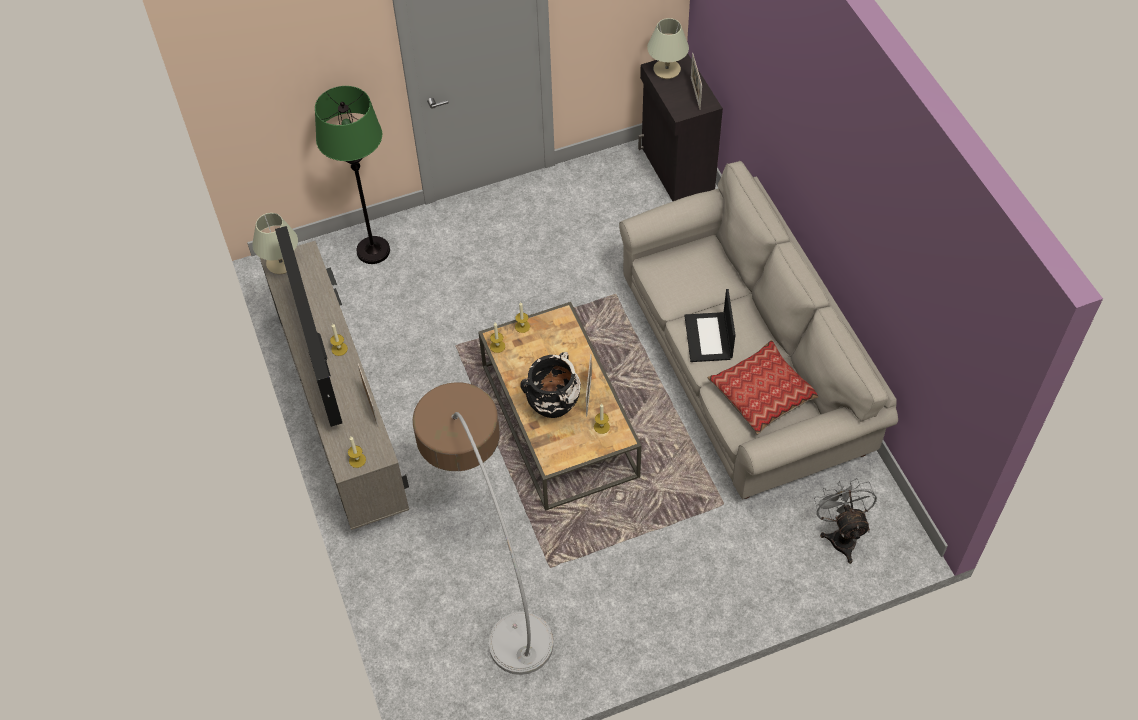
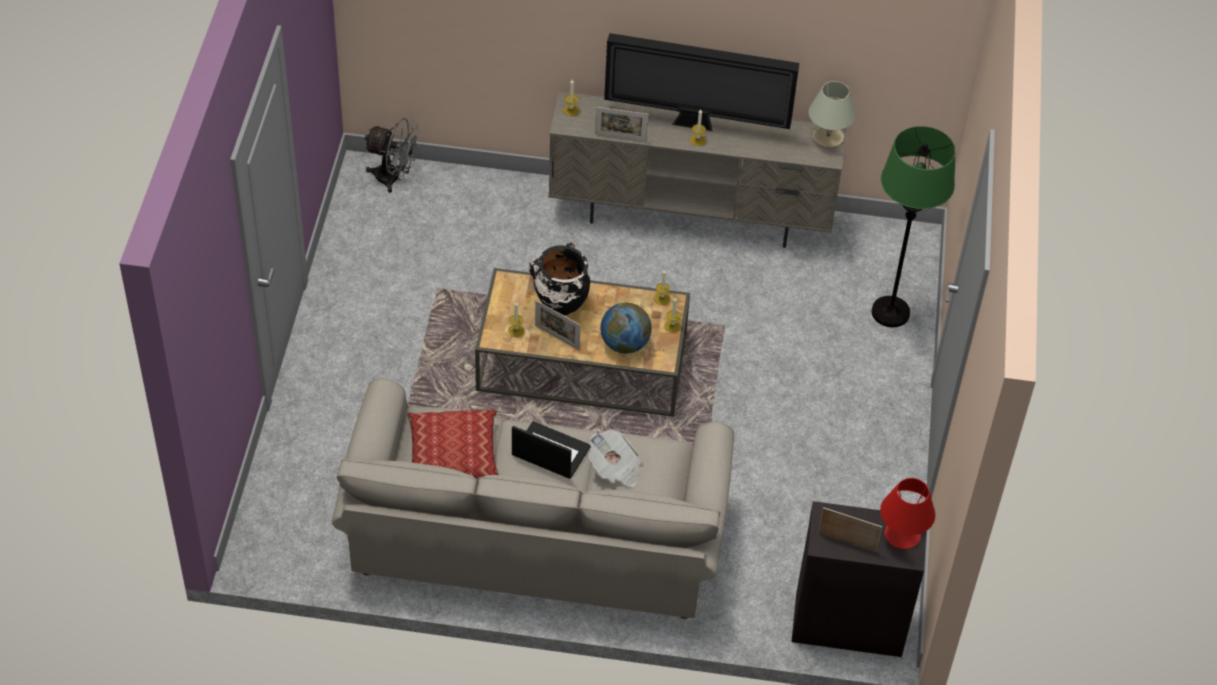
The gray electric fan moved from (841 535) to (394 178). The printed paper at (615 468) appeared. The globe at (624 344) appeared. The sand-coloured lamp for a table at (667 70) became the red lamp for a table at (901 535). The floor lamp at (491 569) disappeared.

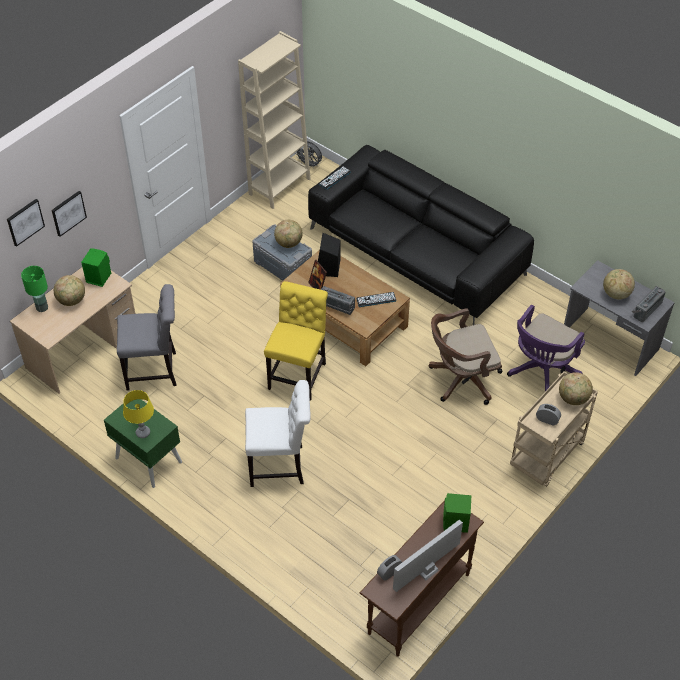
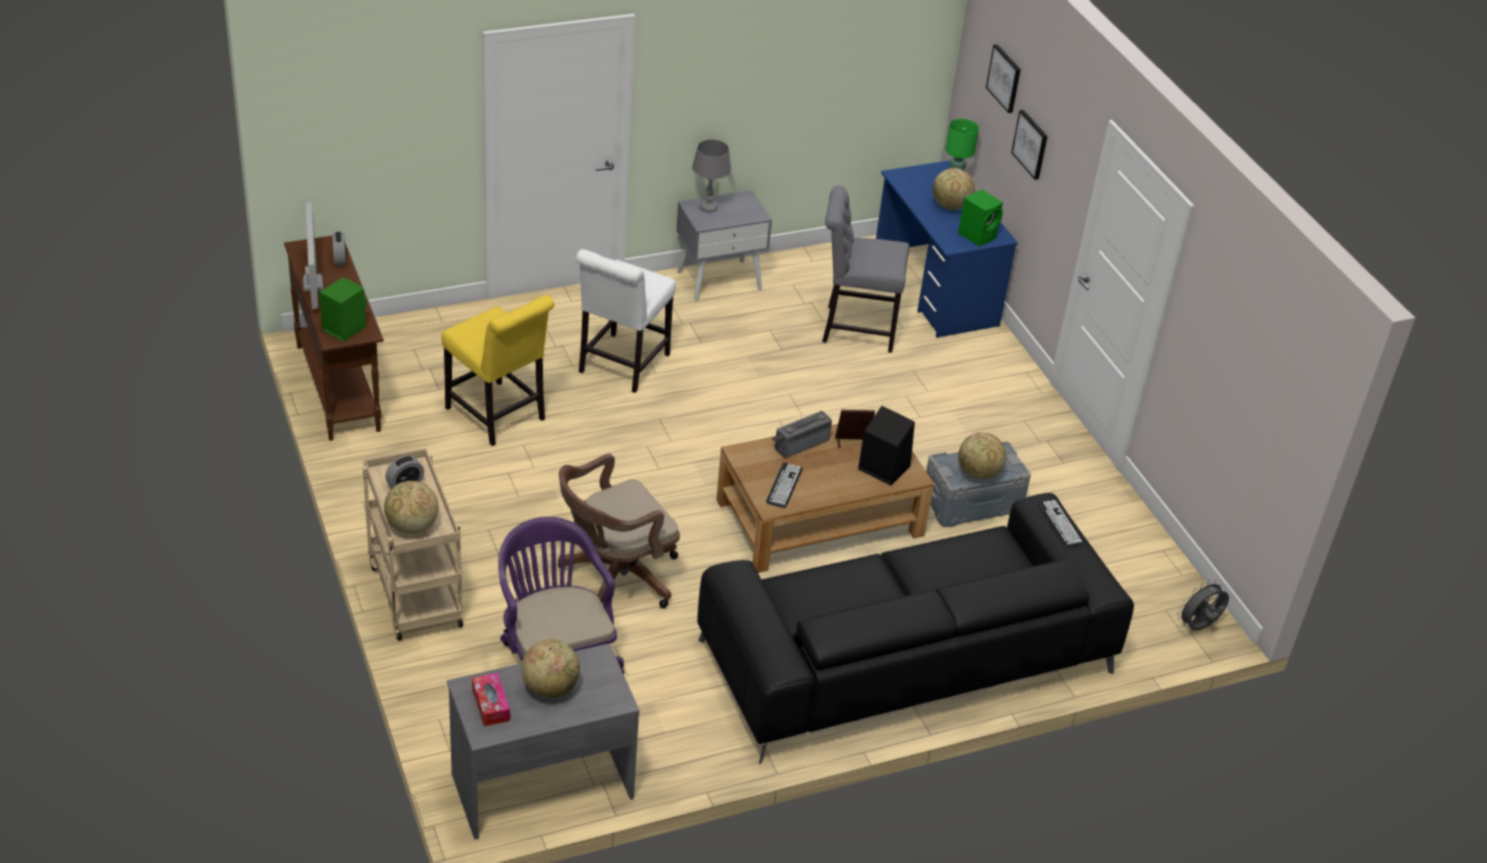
The yellow plain chair moved from (298 374) to (498 417). The radio set at (645 309) was replaced by the tissue holder at (490 705). The brown office chair at (461 380) turned 135 degrees counterclockwise. The green night table at (148 460) became the gray night table at (719 280). The yellow lamp for a table at (143 433) became the gray lamp for a table at (708 207). The gray plain chair at (155 371) turned 75 degrees clockwise. The sand-coloured desk table at (83 349) became the blue desk table at (935 289). The sand-coloured shelving unit at (279 186) disappeared.

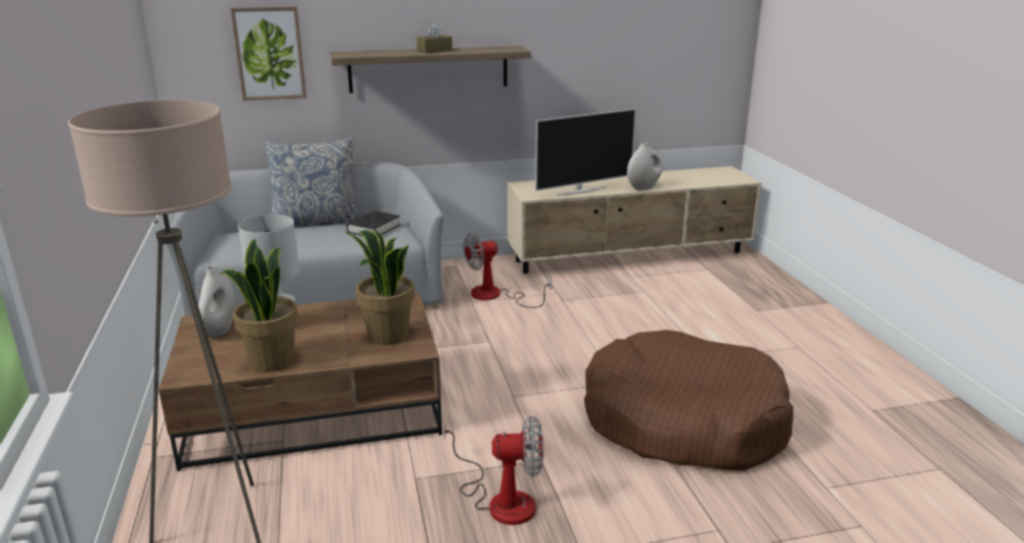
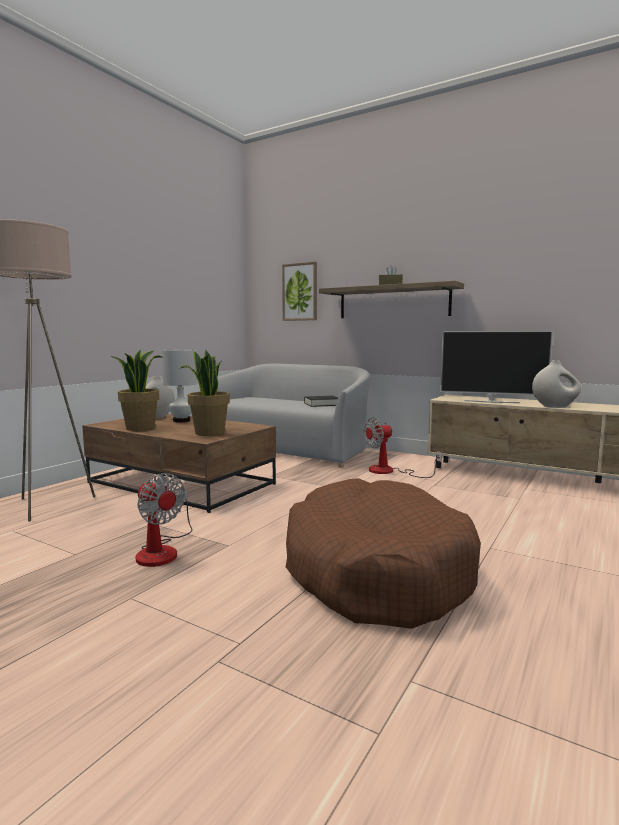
The electric fan at (496 296) turned 45 degrees counterclockwise. The pillow at (316 221) disappeared.

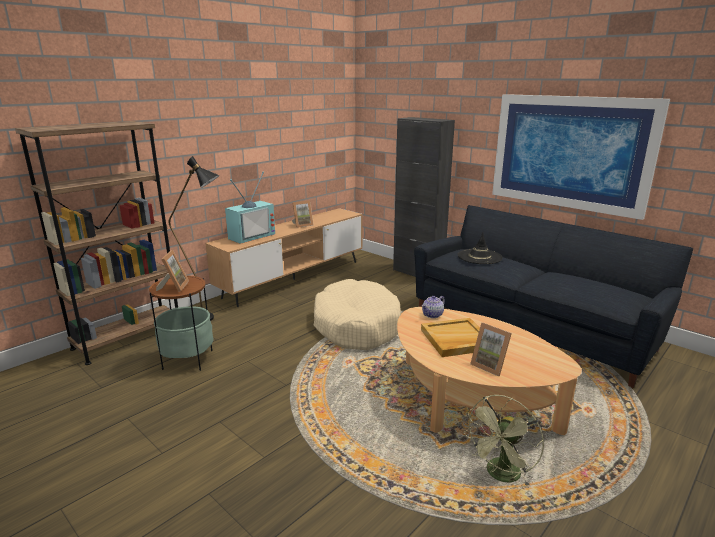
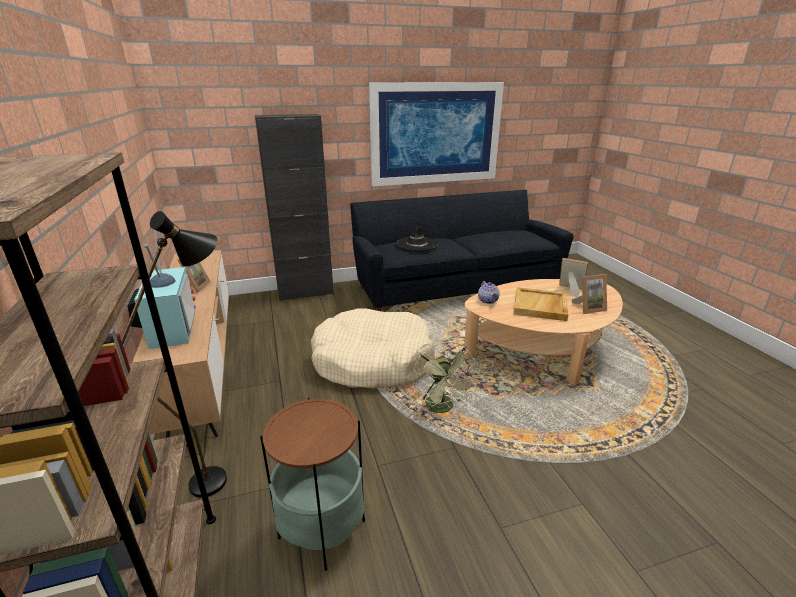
The green electric fan moved from (501 476) to (443 408). The photo frame moved from (174 287) to (569 289).

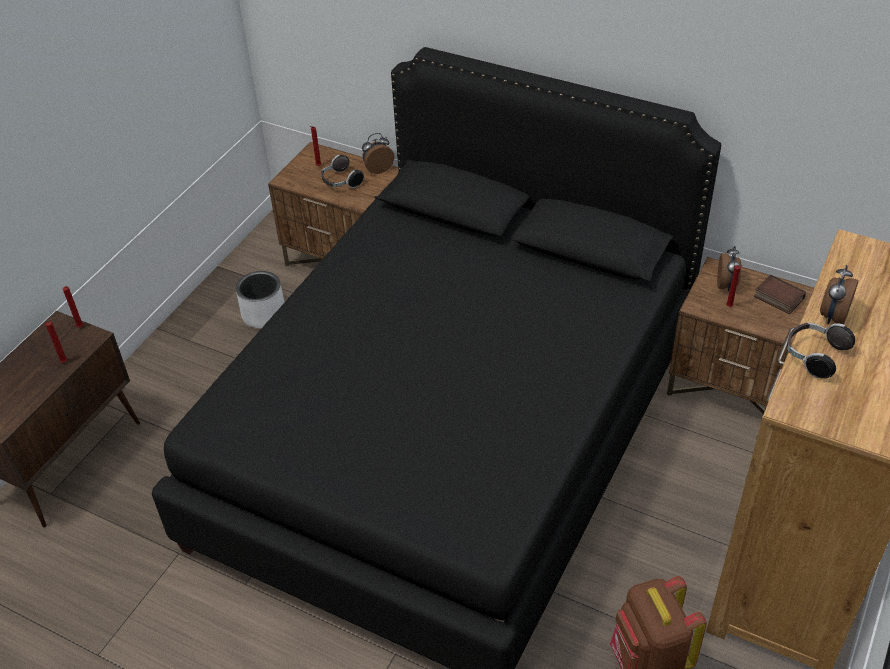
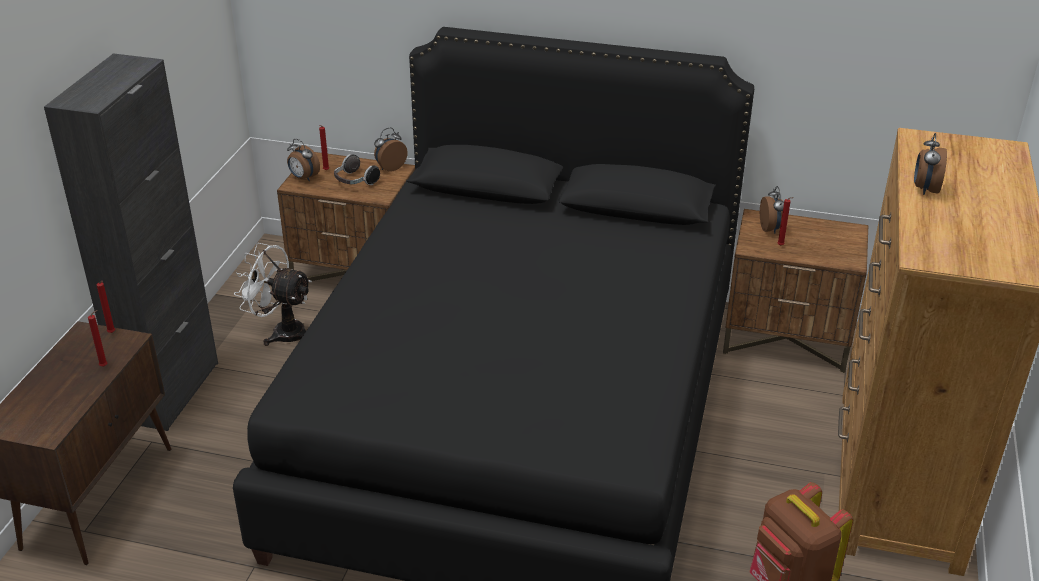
The black storage cabinet at (171 392) appeared. The white-coloured flower pot at (264 314) was replaced by the white-coloured electric fan at (281 332). The alarm clock at (303 178) appeared. The bound book at (777 298) disappeared. The headphones at (814 356) disappeared.

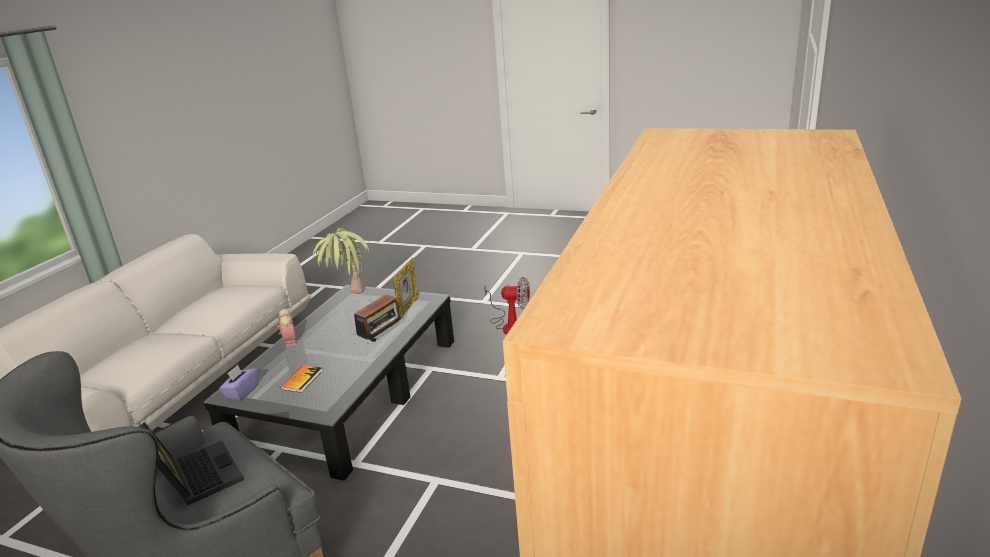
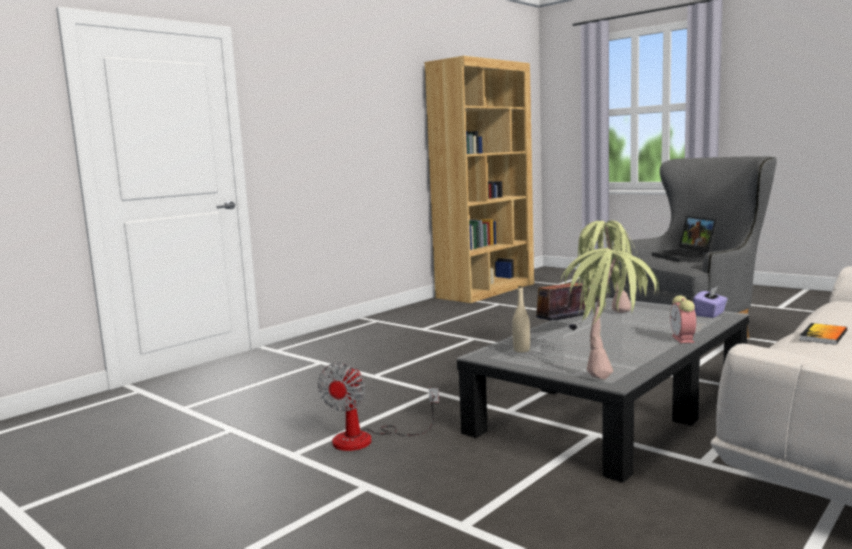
The electric fan at (510 325) turned 105 degrees counterclockwise. The photo frame at (408 308) was replaced by the sand-coloured drink bottle at (521 350). The plant in a pot at (604 309) appeared. The bound book moved from (302 379) to (823 335).

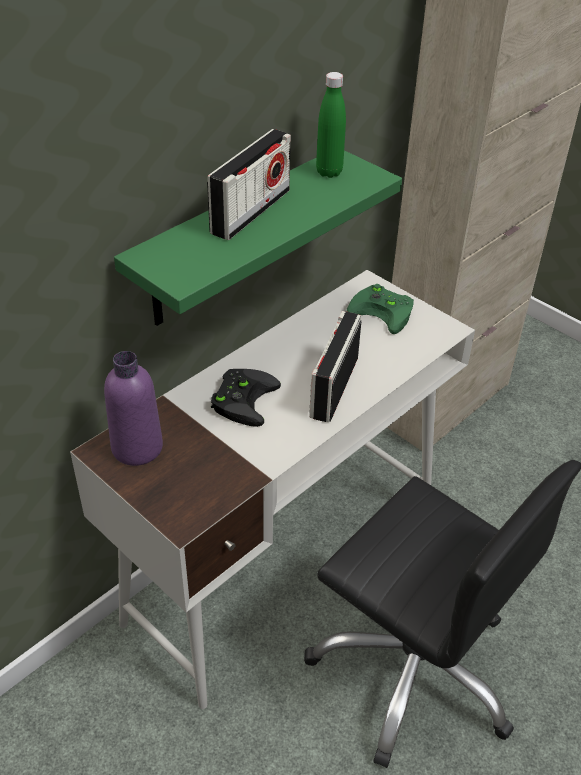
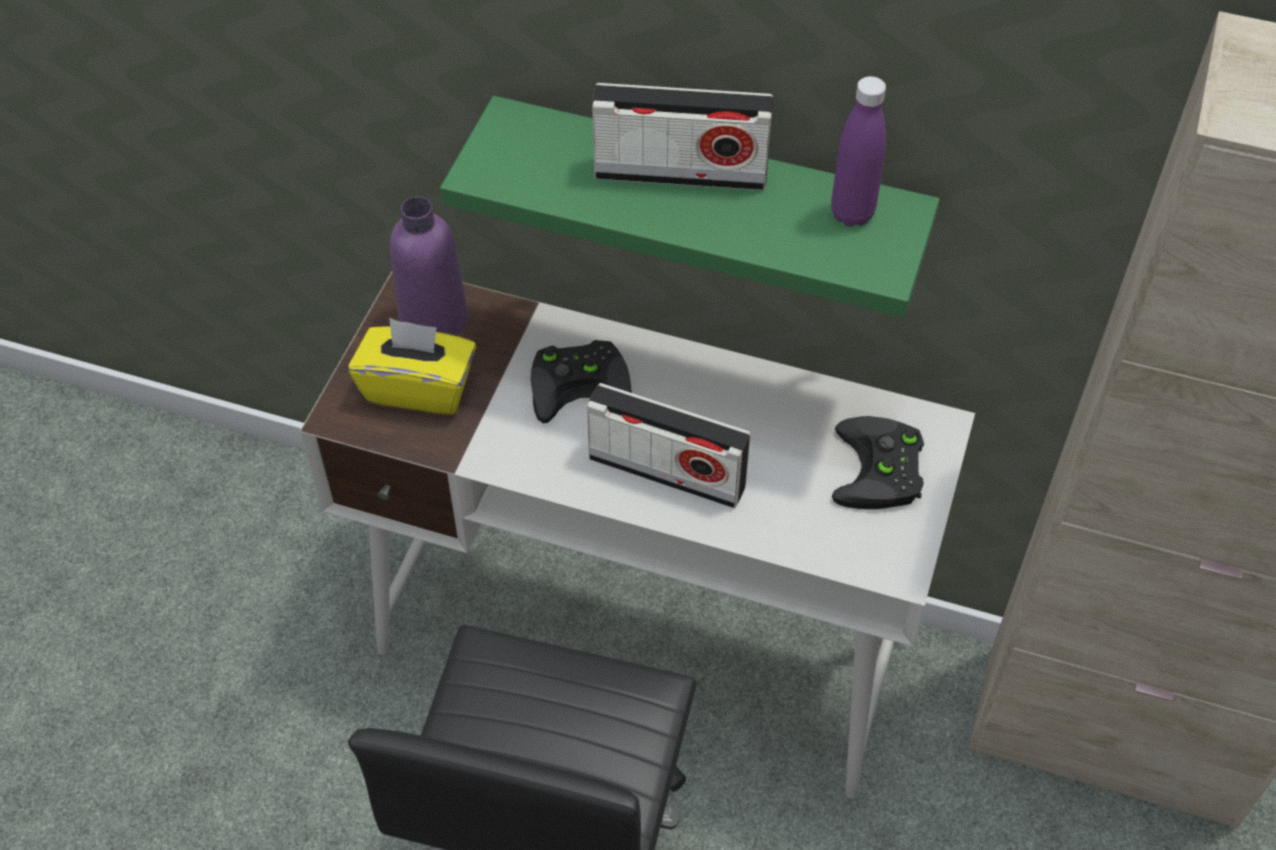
The yellow tissue holder at (419 388) appeared. The radio set at (334 387) turned 150 degrees counterclockwise. The green drink bottle at (329 172) became the purple drink bottle at (852 214). The green game controller at (384 312) became the black game controller at (881 472).

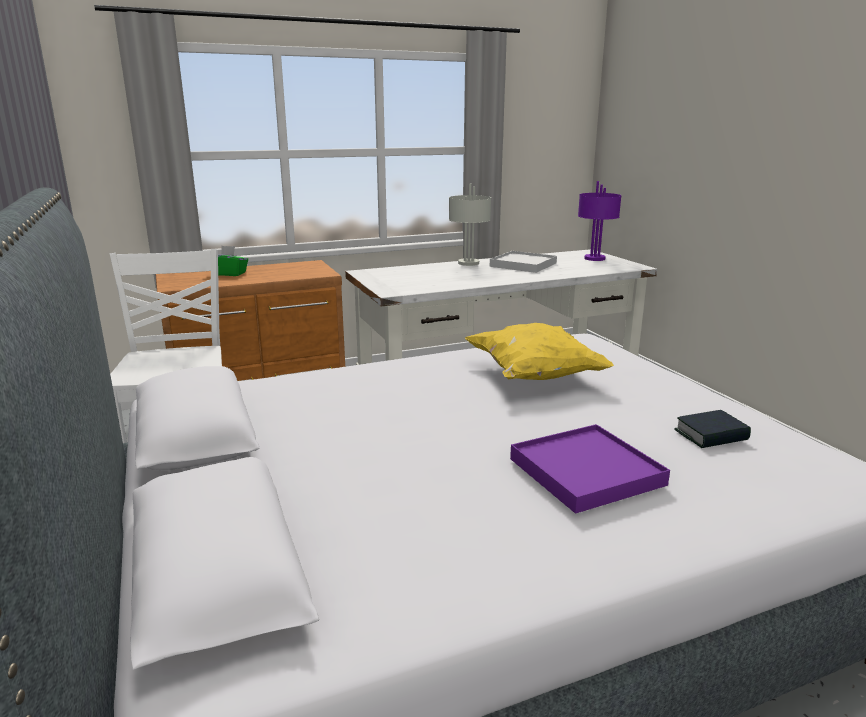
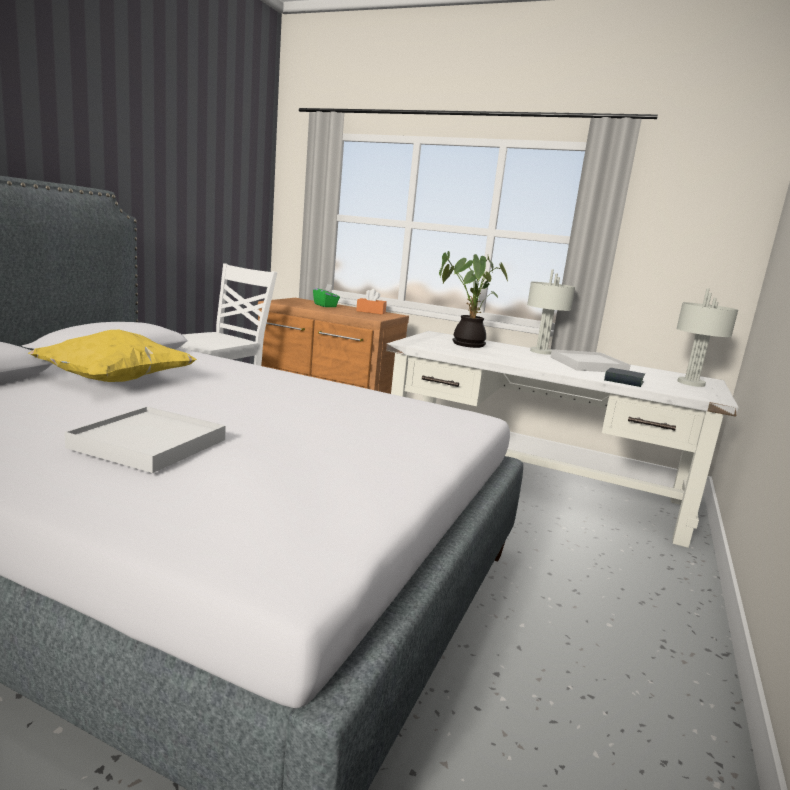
The yellow pillow moved from (535 376) to (115 381). The purple serving tray at (586 472) became the white-coloured serving tray at (148 444). The orangey tissue holder at (371 312) appeared. The plant in a pot at (465 344) appeared. The bound book moved from (711 435) to (623 381). The purple lamp for a table at (594 258) became the gray lamp for a table at (691 383).

